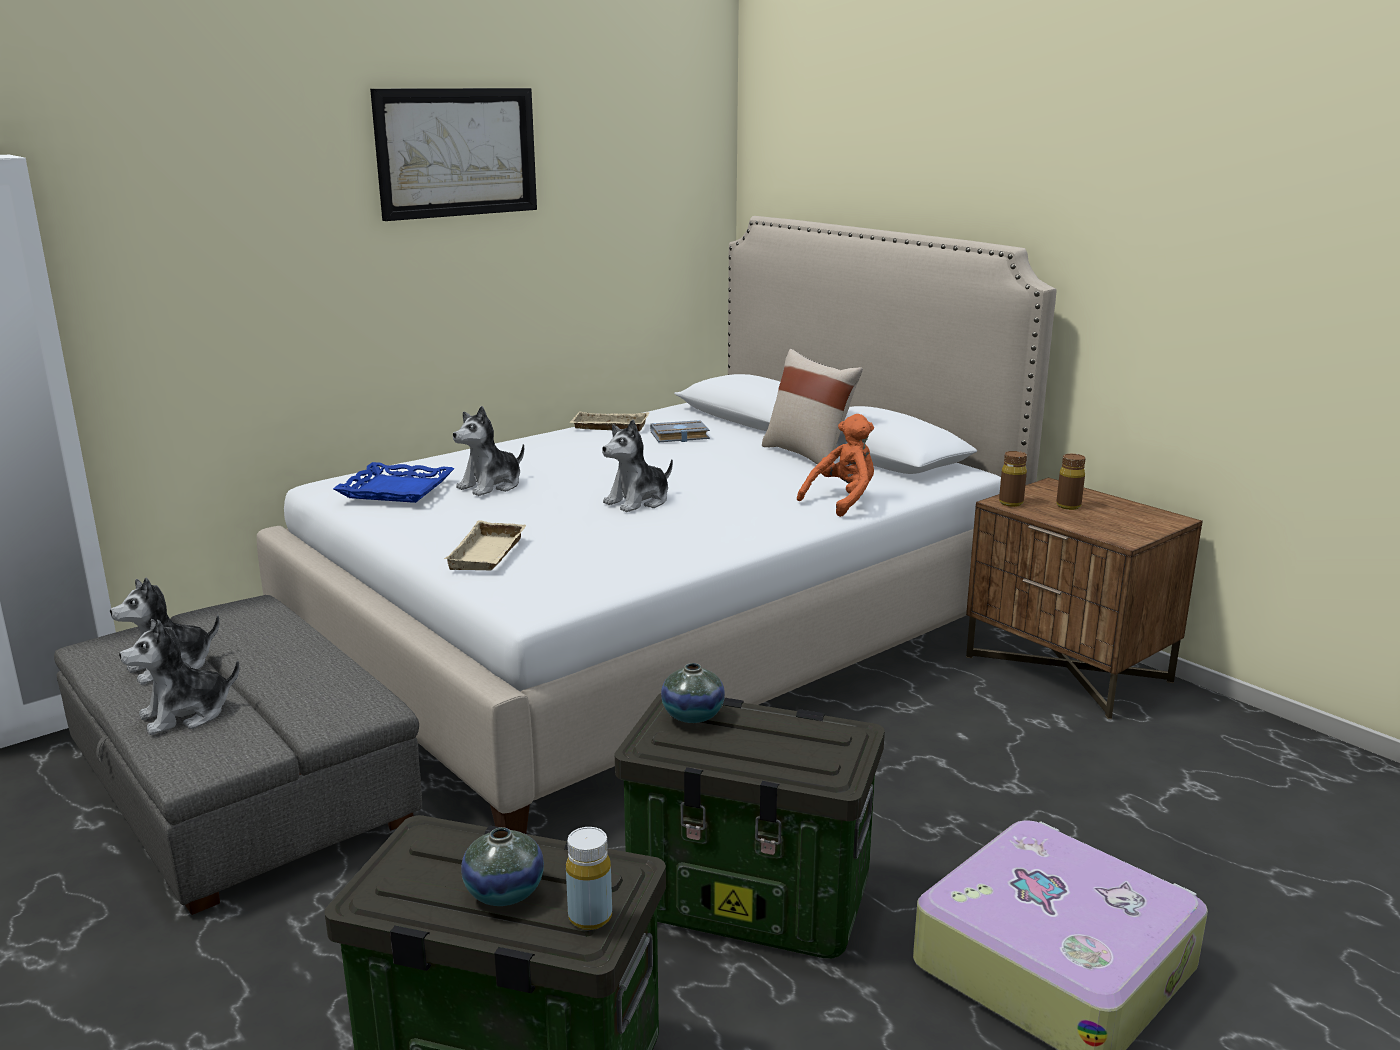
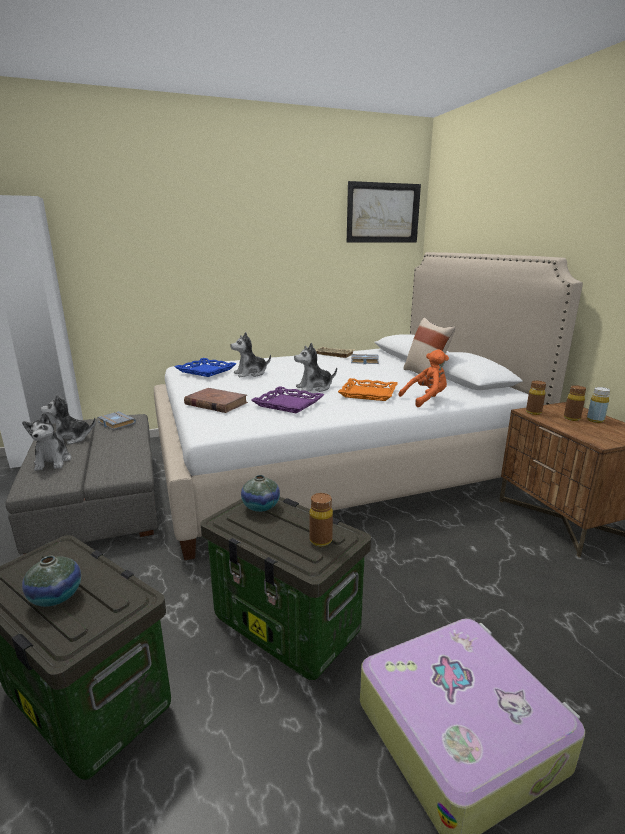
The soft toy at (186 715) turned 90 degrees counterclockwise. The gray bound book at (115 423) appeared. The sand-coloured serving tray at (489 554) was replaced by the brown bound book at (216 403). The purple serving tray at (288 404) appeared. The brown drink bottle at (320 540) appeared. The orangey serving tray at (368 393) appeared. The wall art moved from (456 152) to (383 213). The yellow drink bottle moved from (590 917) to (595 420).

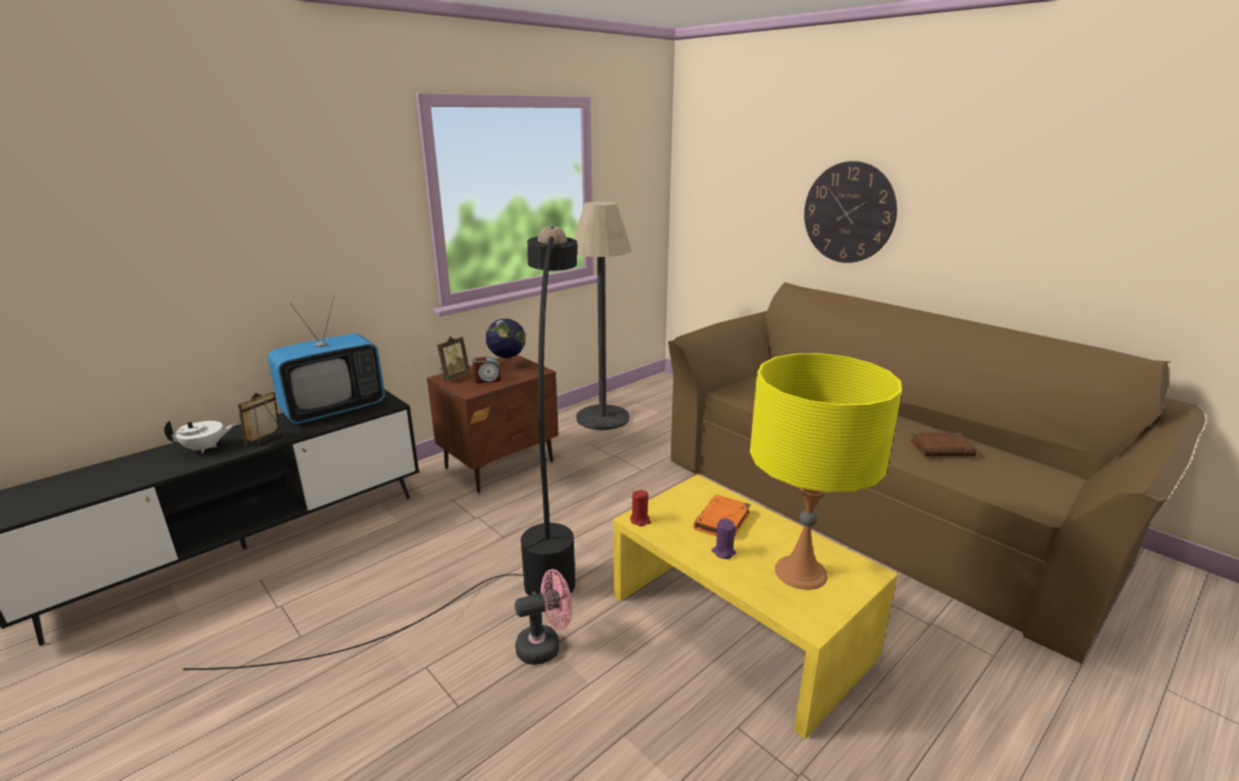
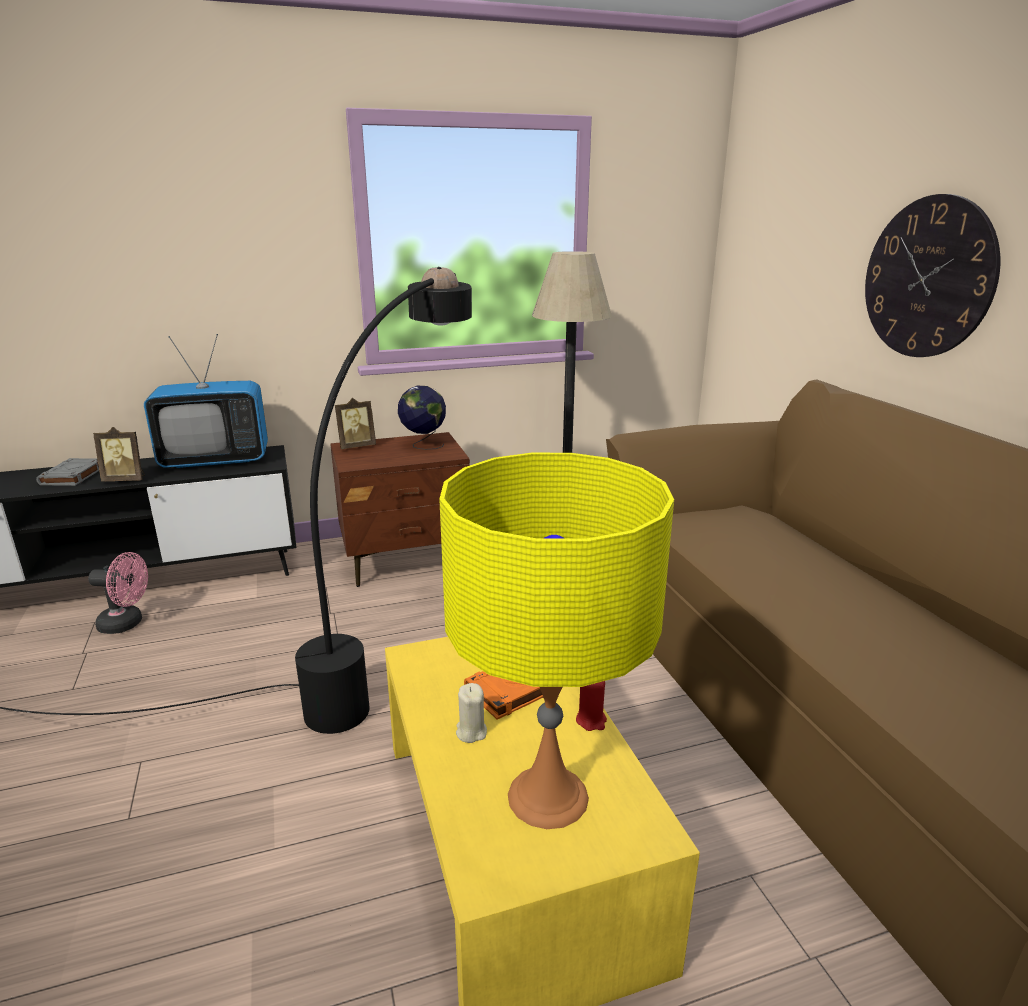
The white-coloured teapot at (205 448) was replaced by the gray bound book at (72 476). The pink electric fan moved from (545 646) to (127 624). The photo frame at (267 441) turned 150 degrees counterclockwise. The purple candle at (723 552) became the sand-coloured candle at (471 732). The red candle moved from (640 520) to (591 720). The alarm clock at (487 380) disappeared. The brown bound book at (942 448) disappeared.

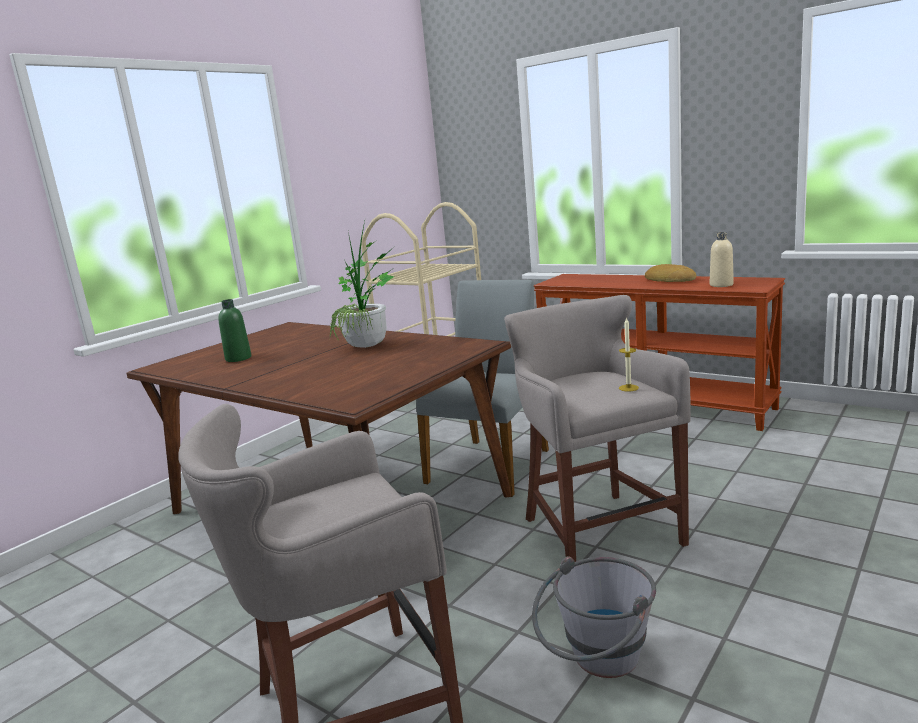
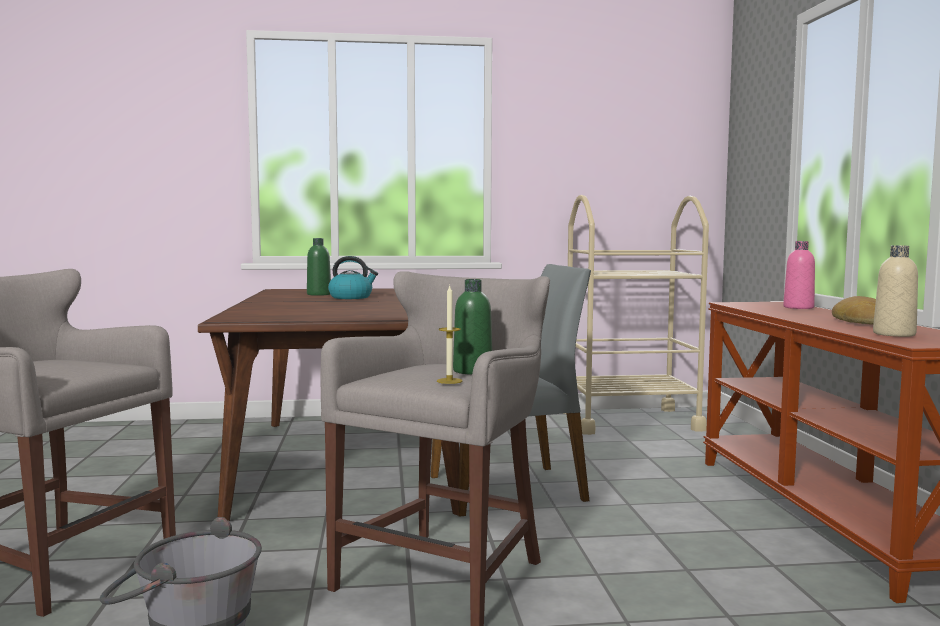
The water kettle at (351 297) appeared. The green drink bottle at (472 371) appeared. The pink drink bottle at (798 307) appeared. The plant in a pot at (368 348) disappeared.

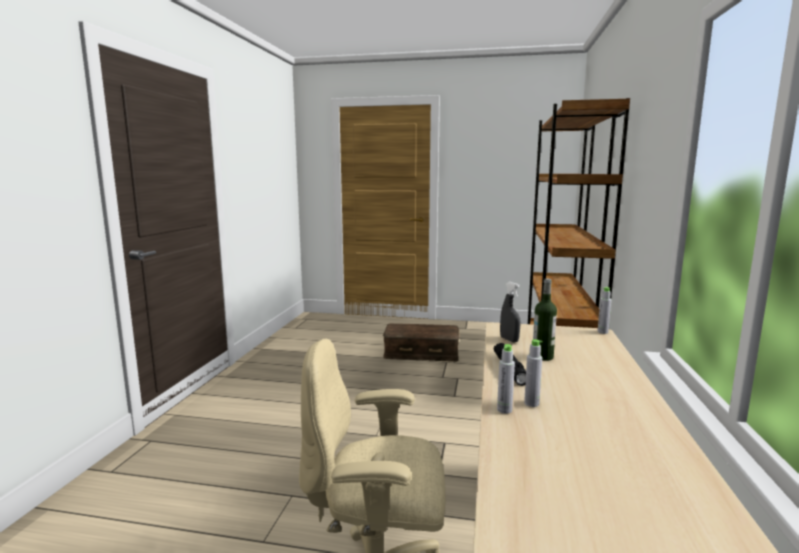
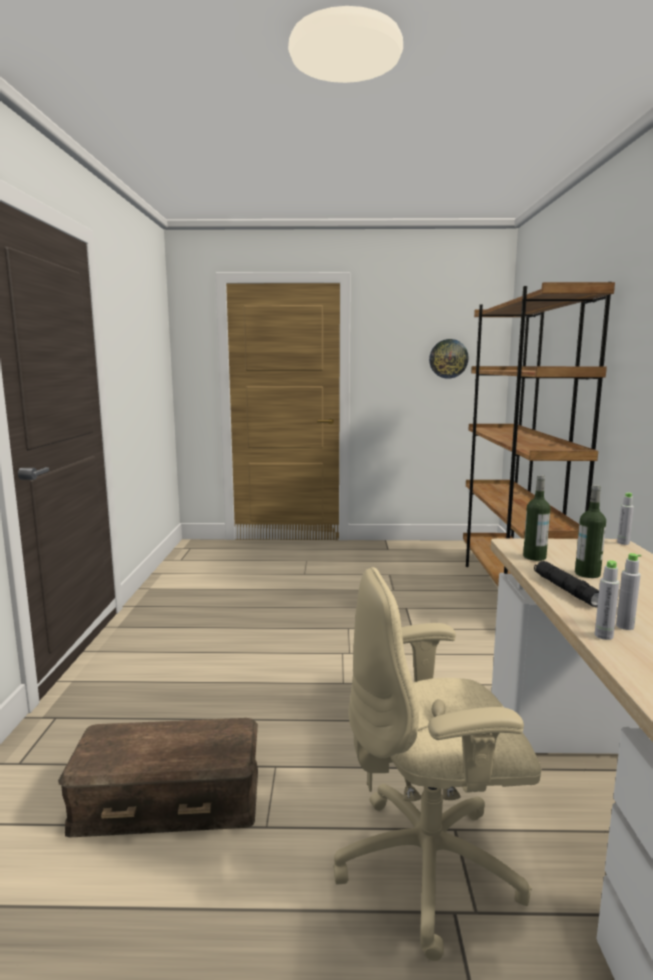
The brown storage container moved from (421 353) to (168 797). The wall clock at (448 358) appeared. The gray spray bottle at (509 340) was replaced by the drink bottle at (534 557).

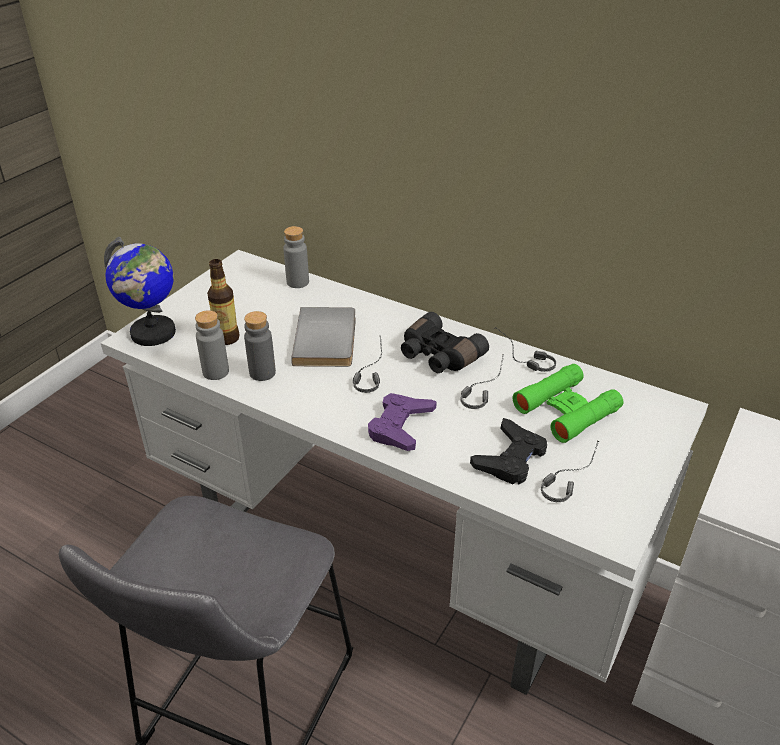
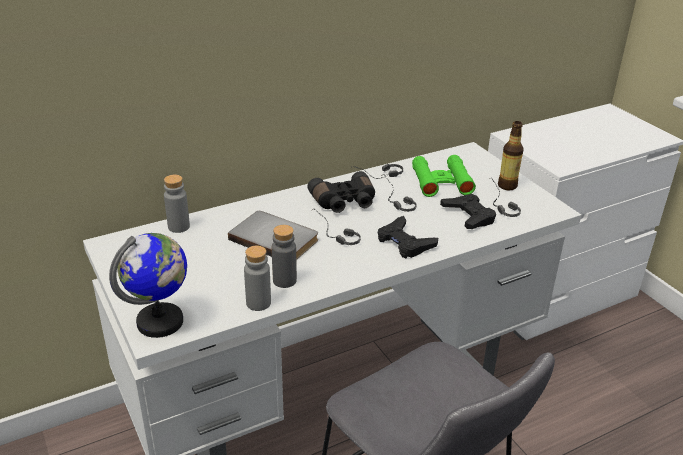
The purple game controller at (400 426) became the black game controller at (404 242). The drink bottle moved from (227 338) to (507 186).

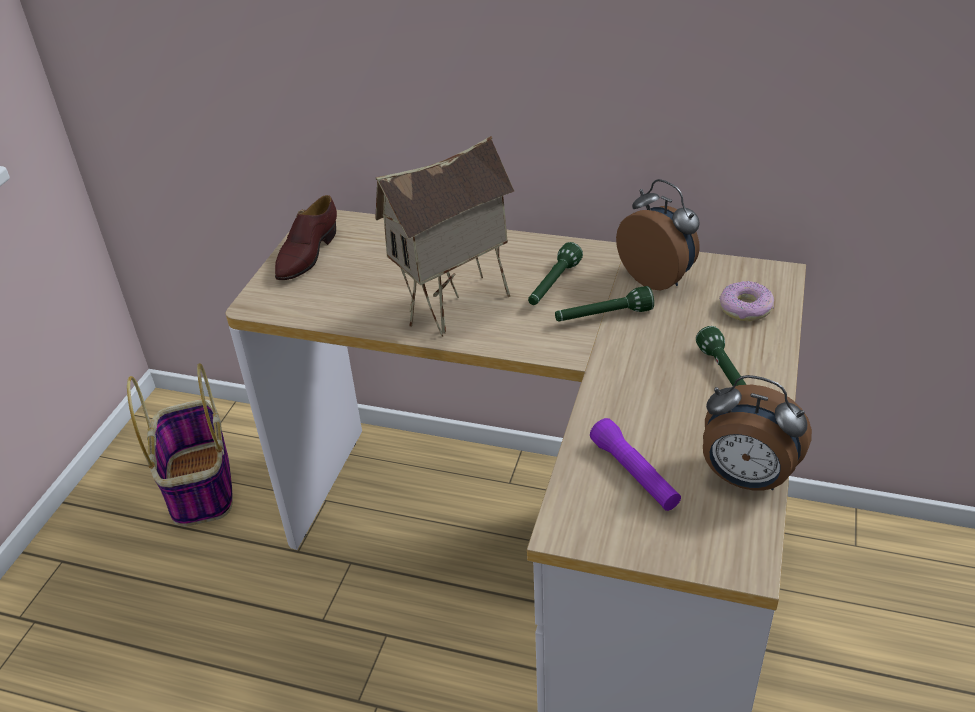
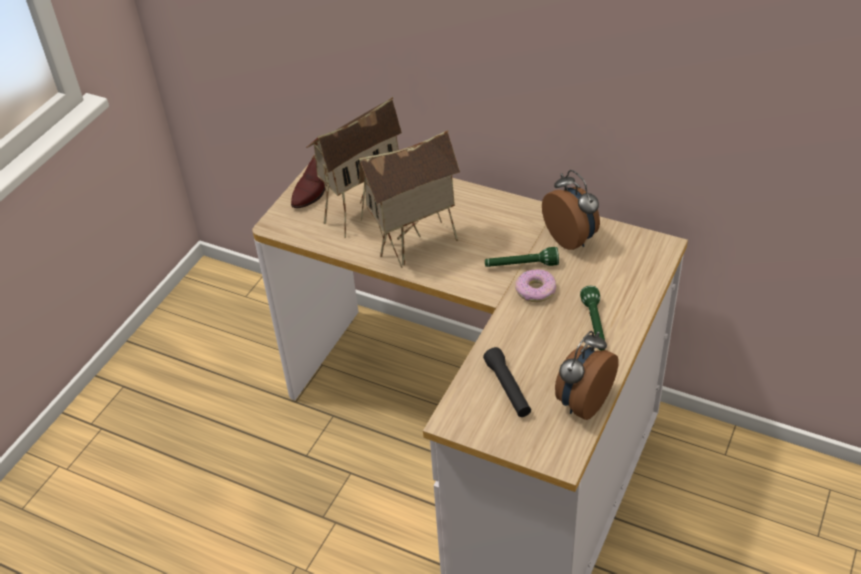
The miniature house at (361 209) appeared. The purple flashlight at (634 474) became the black flashlight at (508 388). The doughnut moved from (745 308) to (536 291). The alarm clock at (745 479) turned 90 degrees clockwise. The household basket at (199 484) disappeared. The green flashlight at (553 285) disappeared.

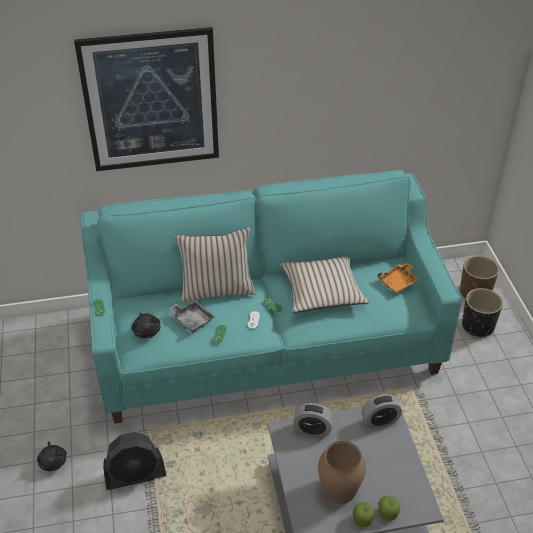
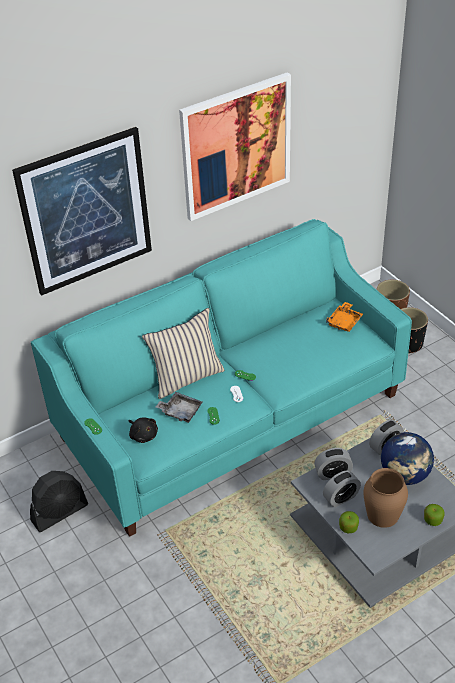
The black electric fan moved from (135 475) to (60 513). The wall art at (236 146) appeared. The alarm clock at (341 498) appeared. The apple moved from (362 519) to (348 527). The globe at (405 475) appeared. The black soft toy at (53 461) disappeared. The sand-coloured pillow at (322 290) disappeared.

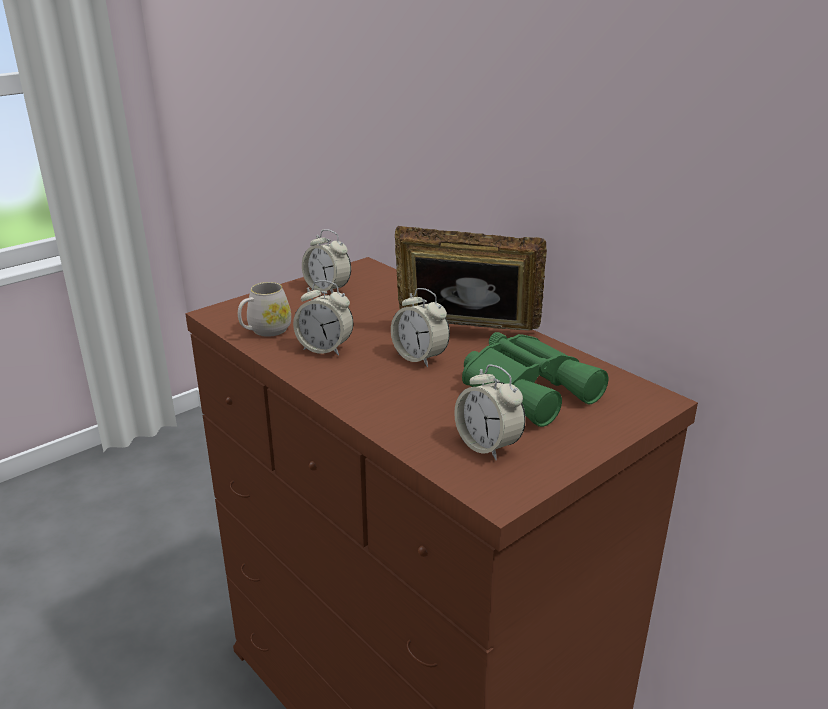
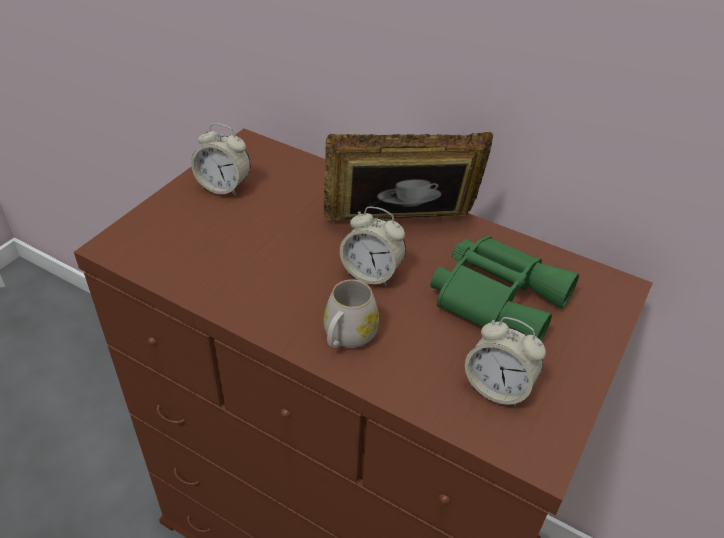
The white-coloured mug moved from (265 331) to (347 337). The alarm clock at (325 348) disappeared.

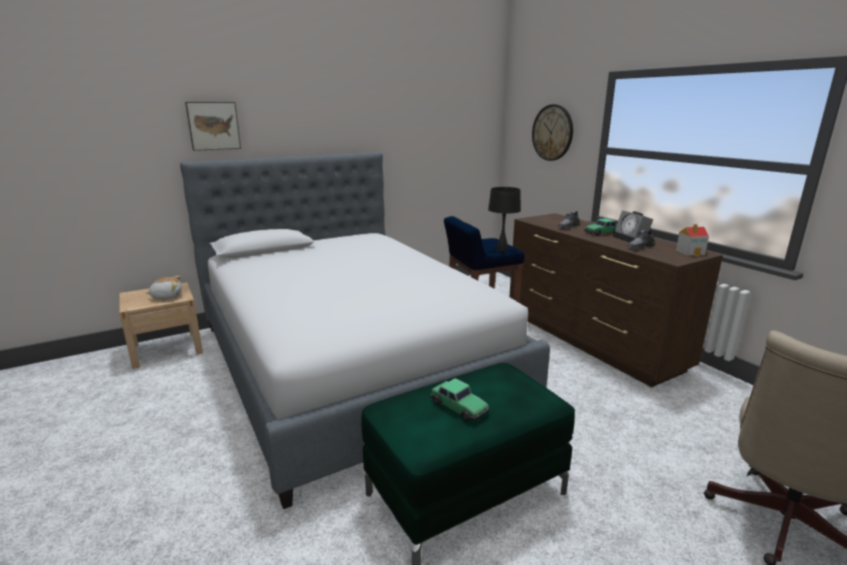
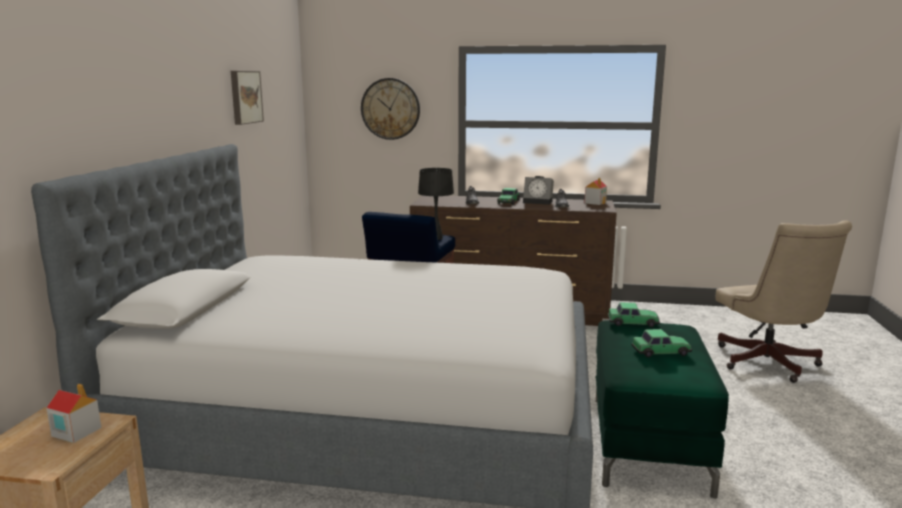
The soft toy at (167 296) was replaced by the miniature house at (76 431). The wall art moved from (213 125) to (244 97). The toy car at (633 322) appeared.

